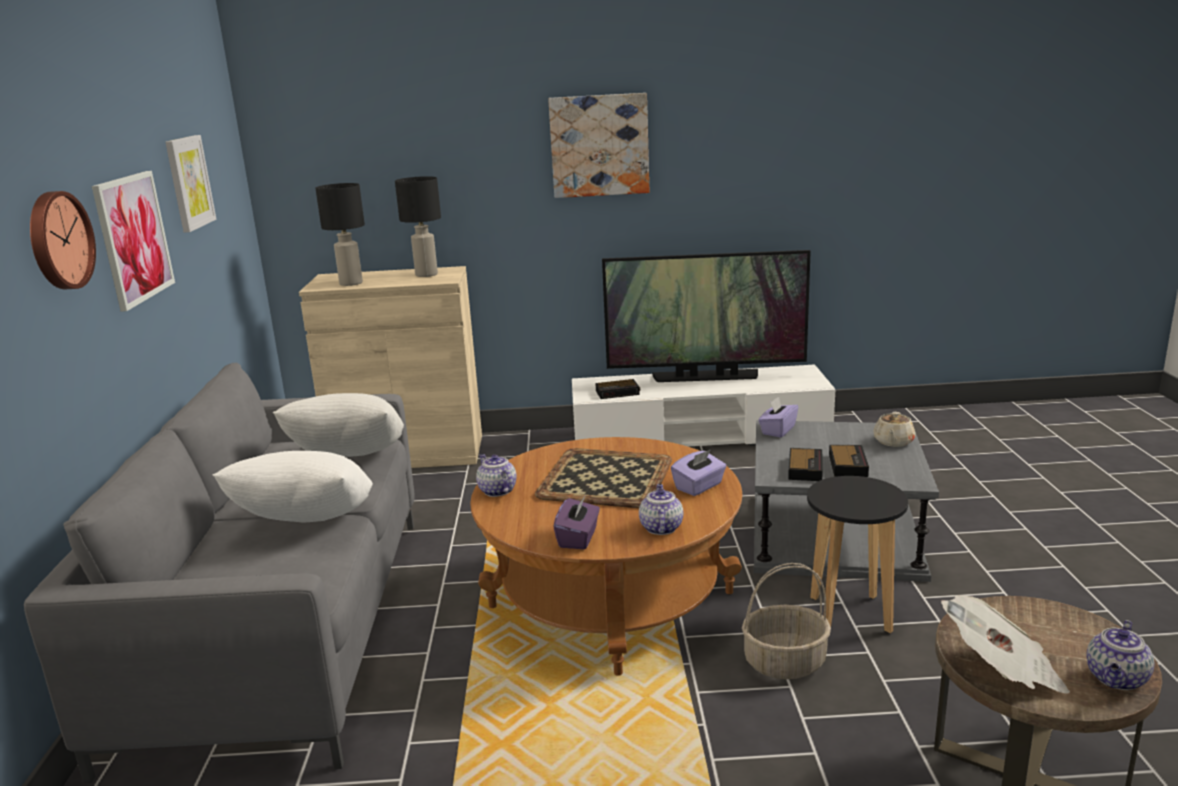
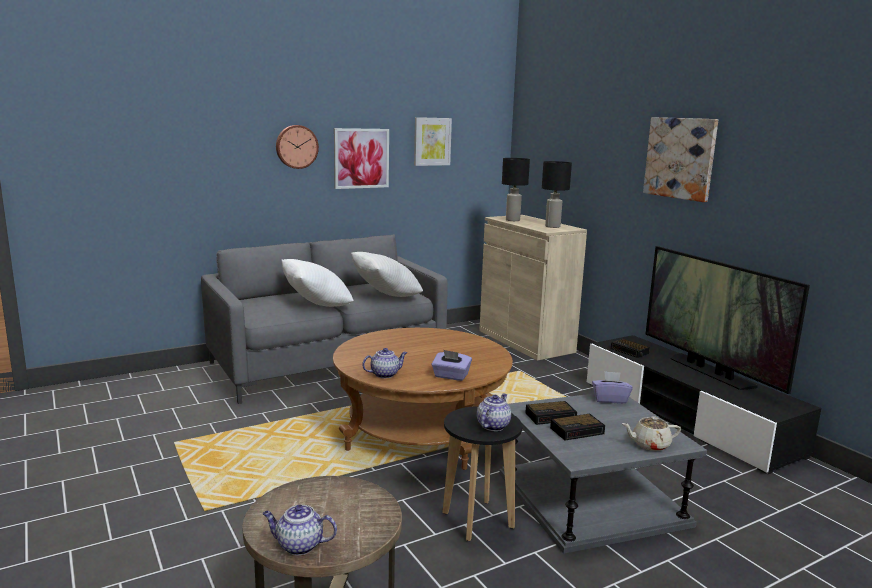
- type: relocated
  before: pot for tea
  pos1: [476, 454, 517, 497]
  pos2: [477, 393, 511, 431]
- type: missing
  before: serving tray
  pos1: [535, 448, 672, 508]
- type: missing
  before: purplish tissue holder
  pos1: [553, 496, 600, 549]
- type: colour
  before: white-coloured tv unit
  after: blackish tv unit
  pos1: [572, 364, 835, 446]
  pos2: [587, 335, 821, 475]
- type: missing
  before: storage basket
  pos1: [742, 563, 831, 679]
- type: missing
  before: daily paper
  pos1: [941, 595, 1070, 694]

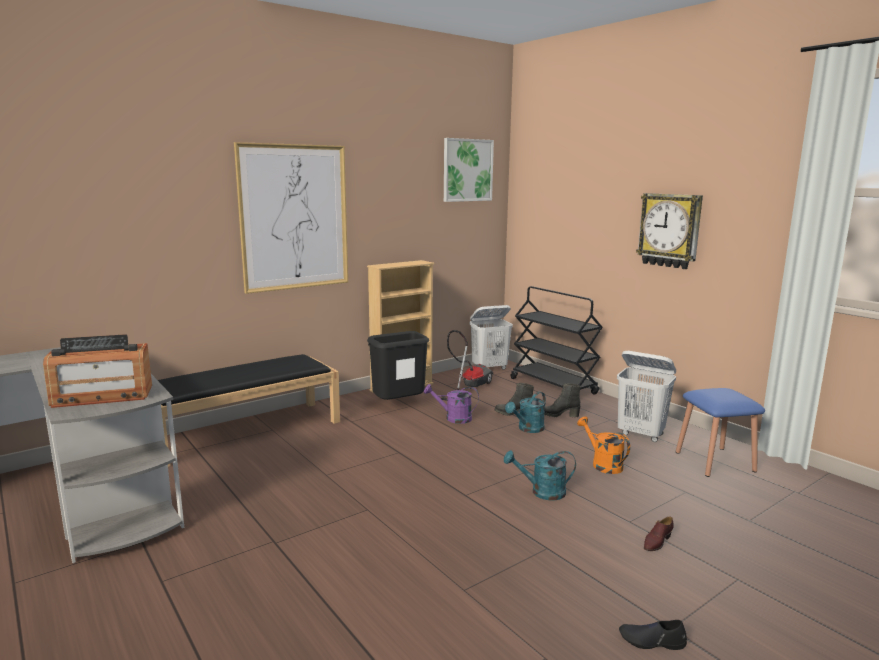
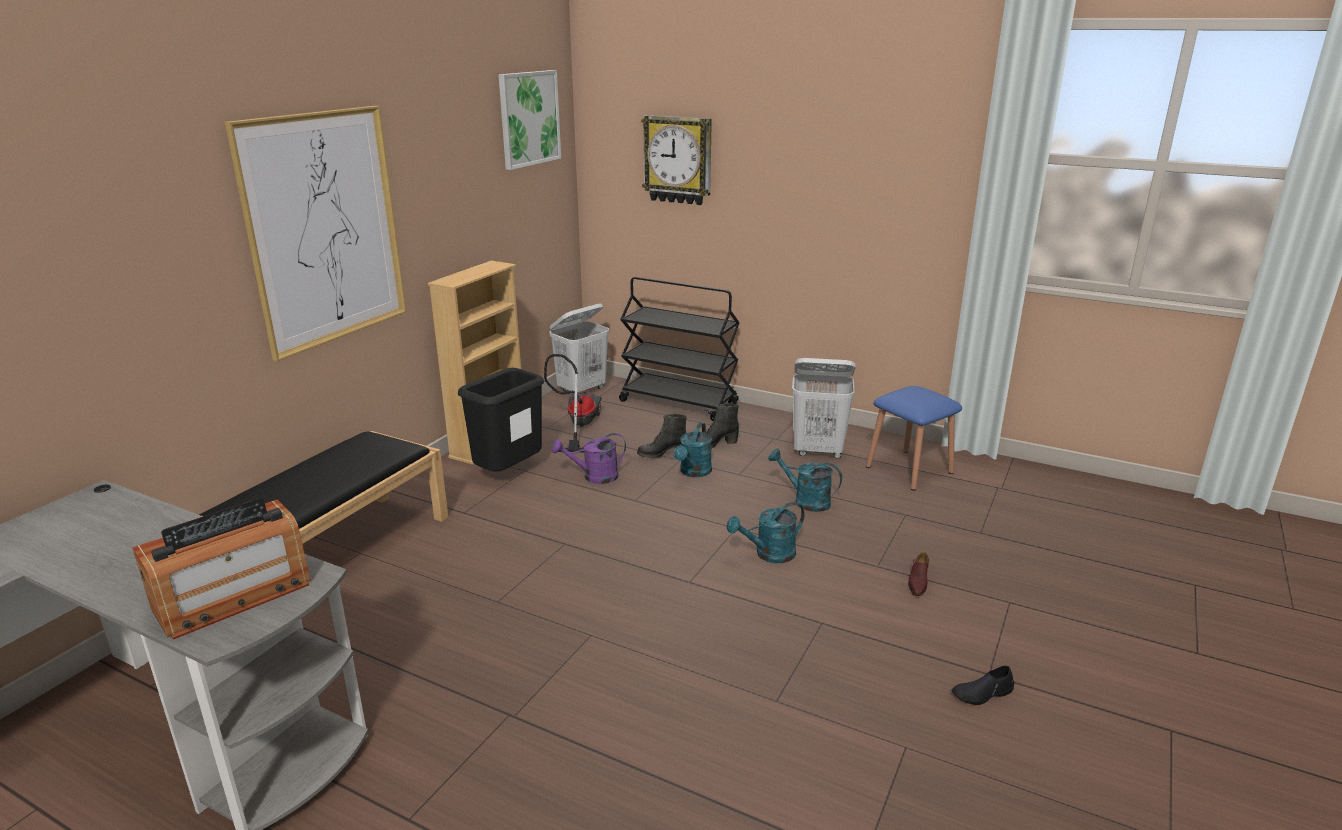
- type: colour
  before: orange watering can
  after: blue-green watering can
  pos1: [577, 416, 630, 474]
  pos2: [768, 449, 842, 512]
- type: relocated
  before: hanging clock
  pos1: [636, 193, 703, 269]
  pos2: [641, 115, 712, 205]

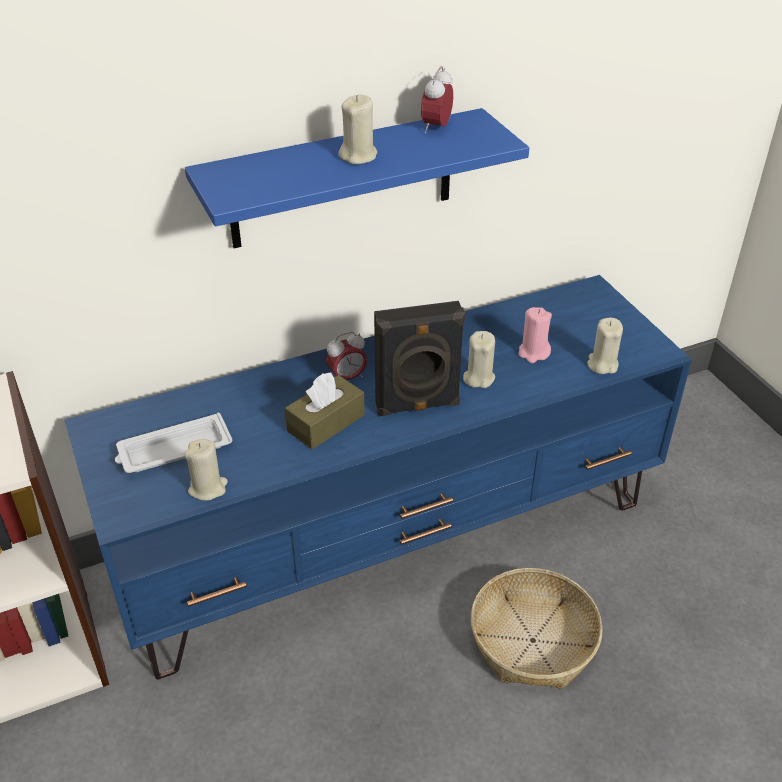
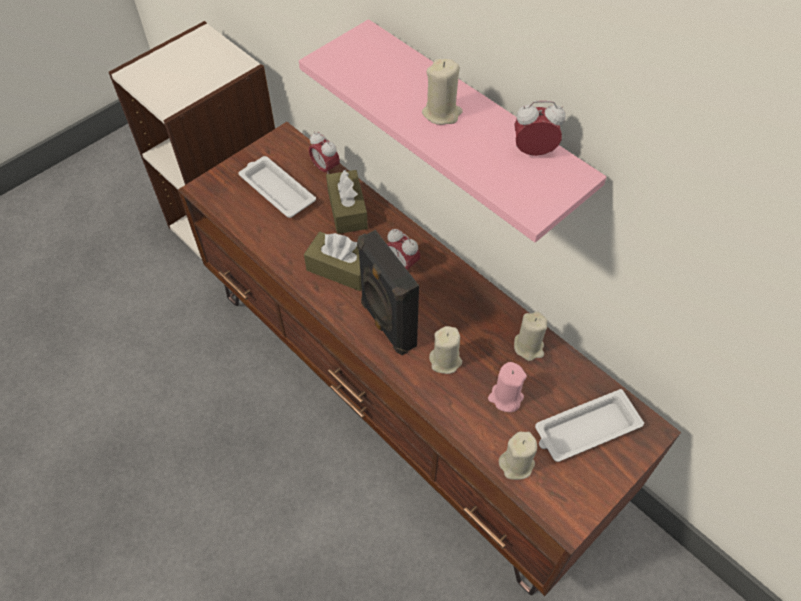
- type: colour
  before: blue-coloured tv unit
  after: brownish tv unit
  pos1: [64, 275, 692, 680]
  pos2: [178, 122, 681, 596]
- type: relocated
  before: sand-coloured candle
  pos1: [184, 439, 228, 501]
  pos2: [514, 311, 547, 361]
- type: colour
  before: blue-coloured wall shelf
  after: pinkish wall shelf
  pos1: [185, 108, 529, 248]
  pos2: [299, 19, 607, 242]
- type: missing
  before: storage basket
  pos1: [471, 568, 603, 689]
- type: appeared
  after: alarm clock
  pos2: [309, 132, 340, 174]
- type: appeared
  after: brownish tissue holder
  pos2: [326, 170, 368, 234]
- type: appeared
  after: white-coloured serving tray
  pos2: [535, 389, 644, 462]

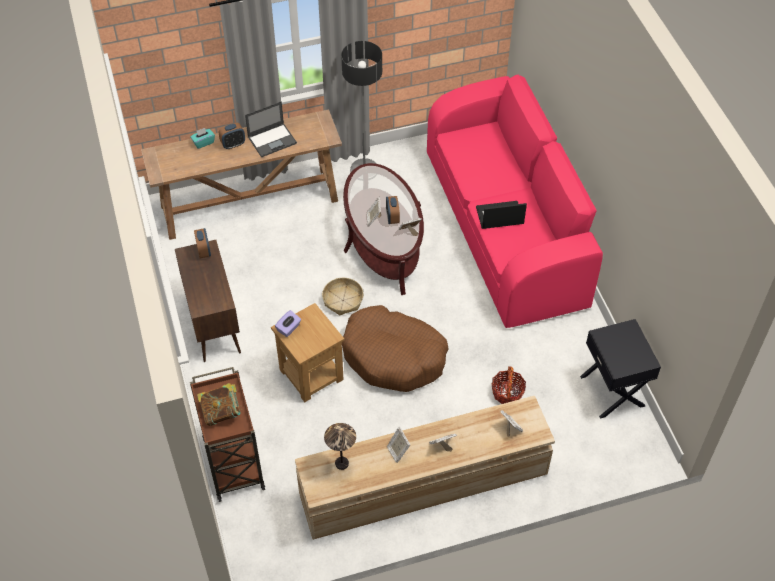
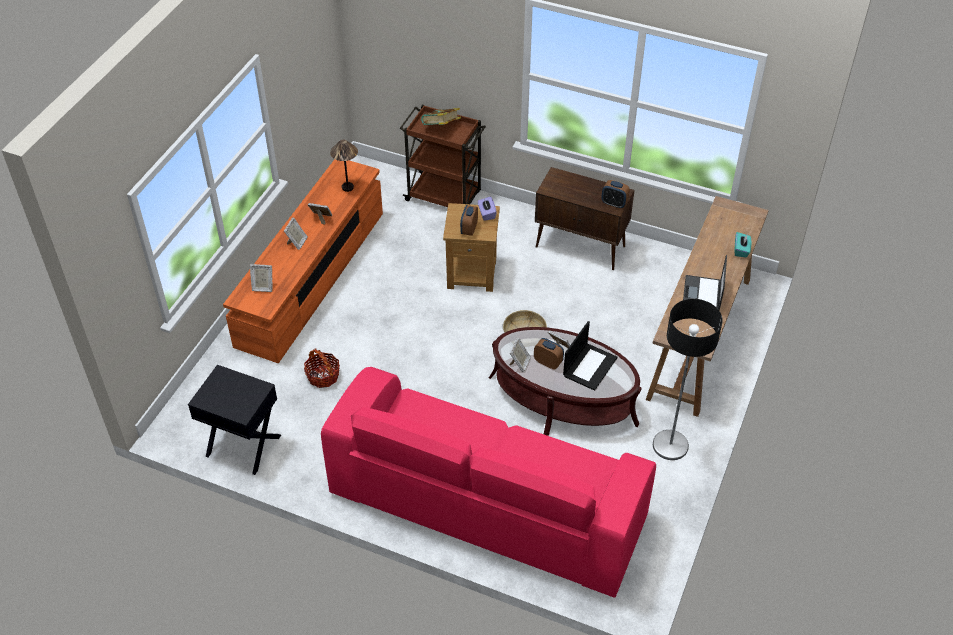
- type: relocated
  before: alarm clock
  pos1: [219, 123, 245, 149]
  pos2: [460, 205, 478, 236]
- type: colour
  before: sand-coloured tv unit
  after: orange tv unit
  pos1: [295, 396, 555, 540]
  pos2: [223, 159, 383, 363]
- type: missing
  before: brownish dog bed
  pos1: [342, 305, 449, 392]
- type: relocated
  before: notebook computer
  pos1: [476, 201, 527, 229]
  pos2: [563, 321, 617, 391]

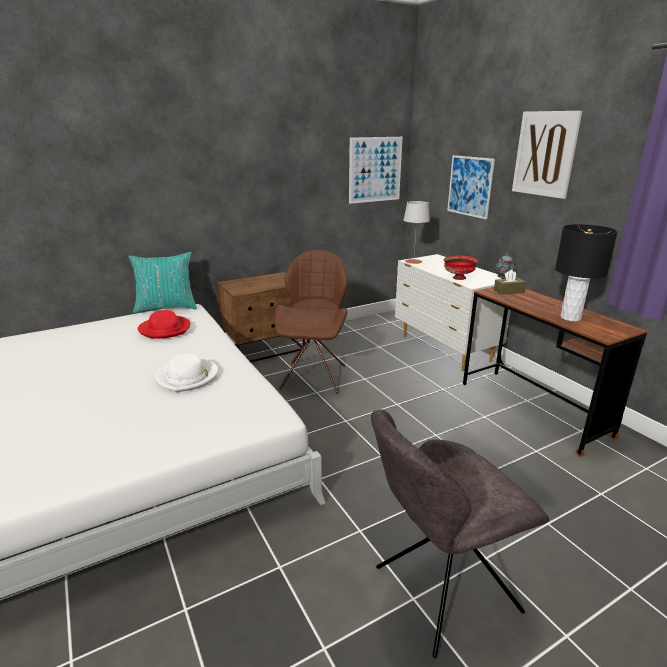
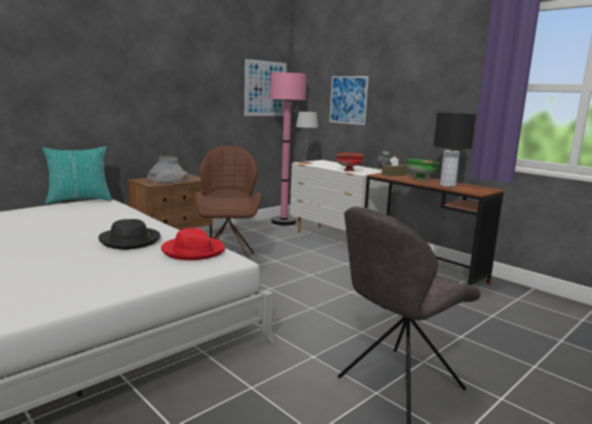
- type: relocated
  before: red wearable hat
  pos1: [138, 310, 190, 339]
  pos2: [161, 228, 225, 260]
- type: colour
  before: white-coloured wearable hat
  after: blackish wearable hat
  pos1: [155, 354, 218, 392]
  pos2: [98, 219, 160, 250]
- type: missing
  before: wall art
  pos1: [512, 111, 582, 199]
- type: appeared
  after: gray decorative vase
  pos2: [147, 156, 188, 183]
- type: appeared
  after: pinkish standing lamp
  pos2: [270, 72, 307, 225]
- type: appeared
  after: green-coloured serving bowl
  pos2: [407, 159, 439, 180]

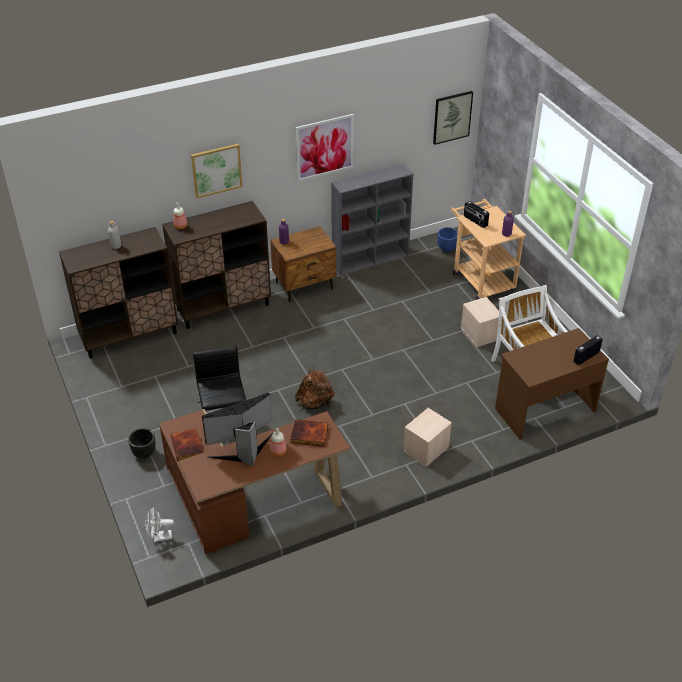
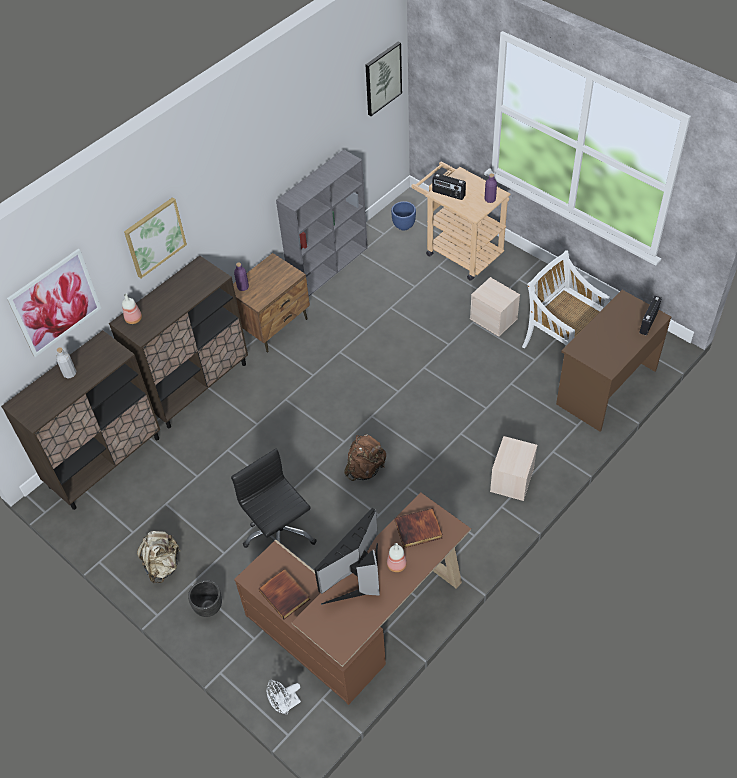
- type: relocated
  before: wall art
  pos1: [296, 114, 354, 182]
  pos2: [7, 249, 101, 357]
- type: appeared
  after: sand-coloured rucksack
  pos2: [137, 531, 181, 583]

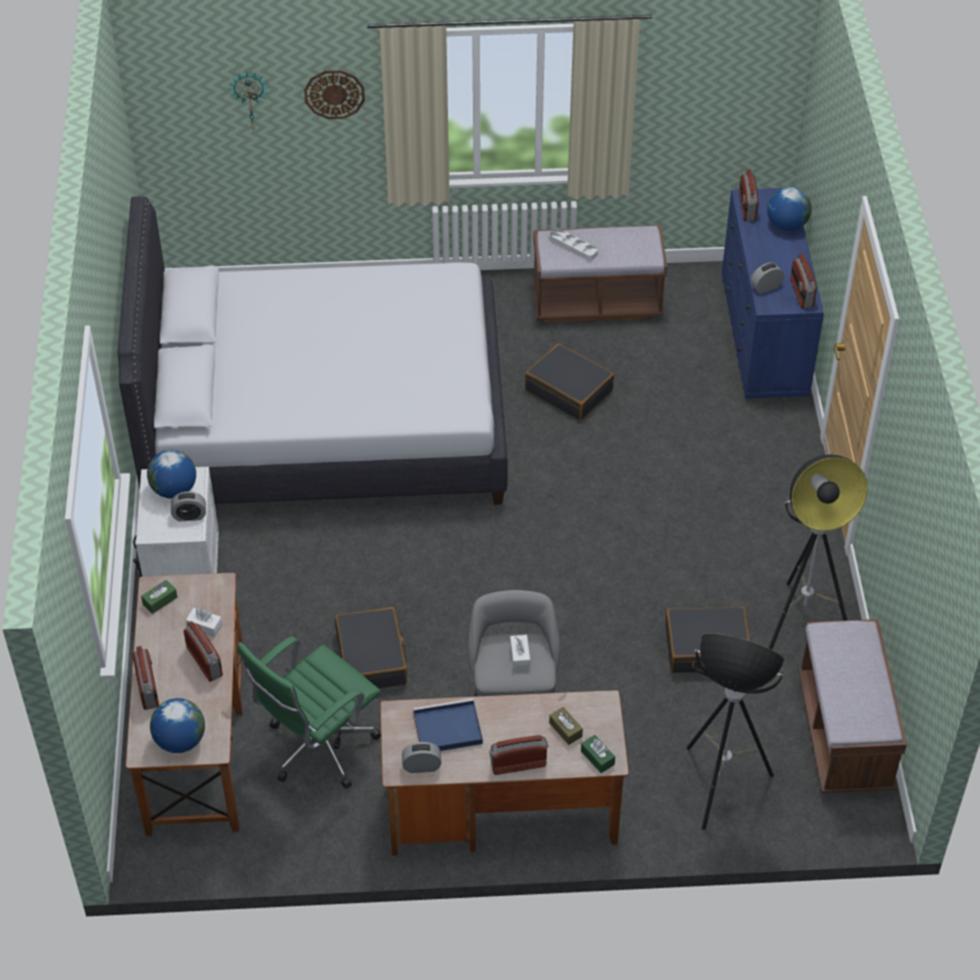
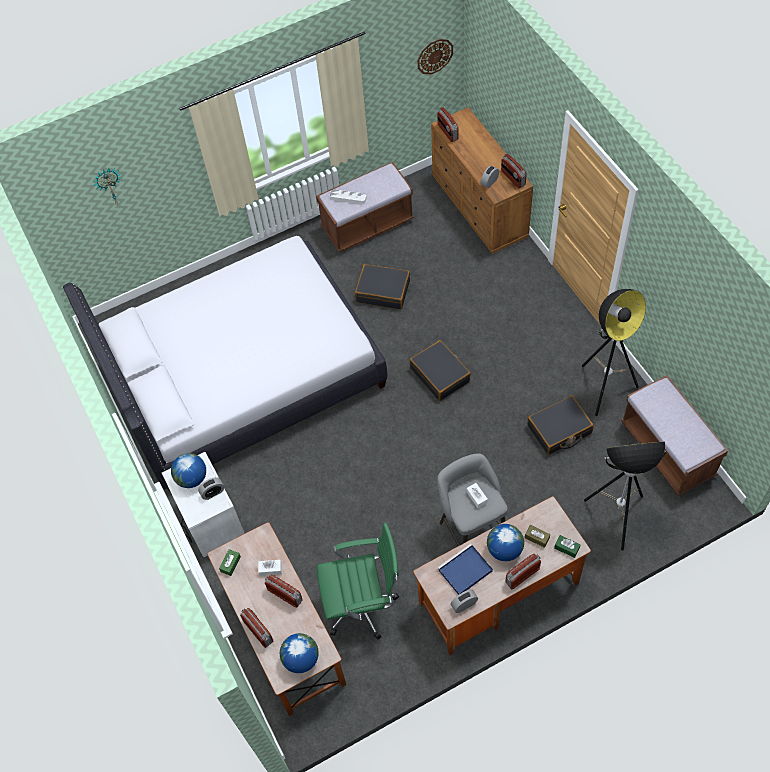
- type: spun
  before: green-coloured desk chair
  pos1: [237, 636, 381, 789]
  pos2: [317, 523, 399, 640]
  turn: -120
- type: relocated
  before: hanging clock
  pos1: [304, 70, 365, 119]
  pos2: [418, 39, 453, 74]
- type: relocated
  before: blackish travel case
  pos1: [335, 607, 407, 688]
  pos2: [410, 340, 471, 401]
- type: colour
  before: blue-coloured dresser
  after: brownish dresser
  pos1: [722, 188, 824, 399]
  pos2: [431, 107, 533, 254]
- type: relocated
  before: world globe
  pos1: [767, 187, 812, 231]
  pos2: [487, 524, 524, 561]

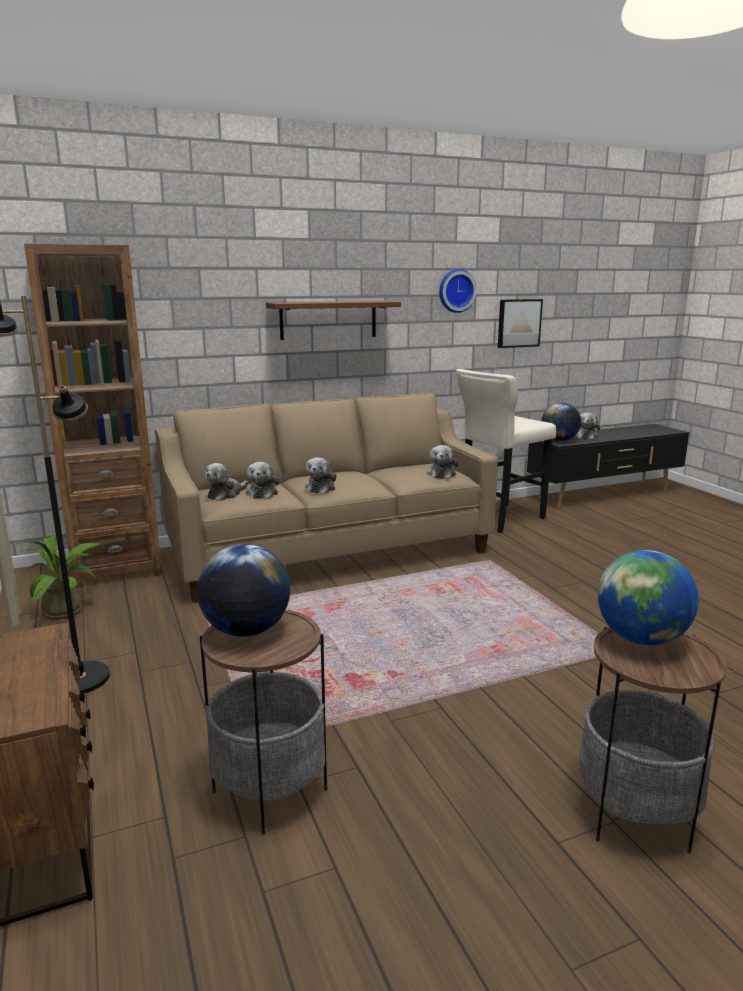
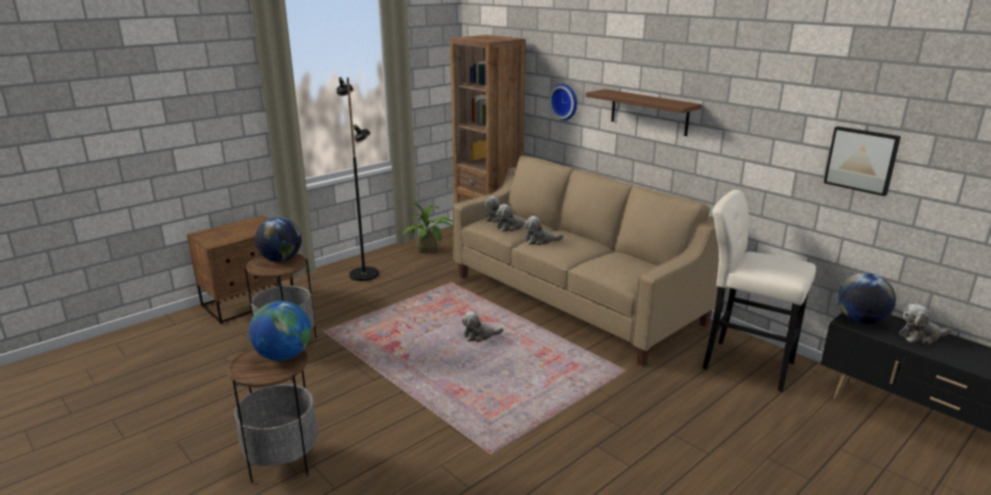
- type: relocated
  before: cuddly toy
  pos1: [426, 445, 458, 479]
  pos2: [462, 311, 504, 342]
- type: relocated
  before: hanging clock
  pos1: [439, 269, 477, 313]
  pos2: [549, 84, 577, 120]

